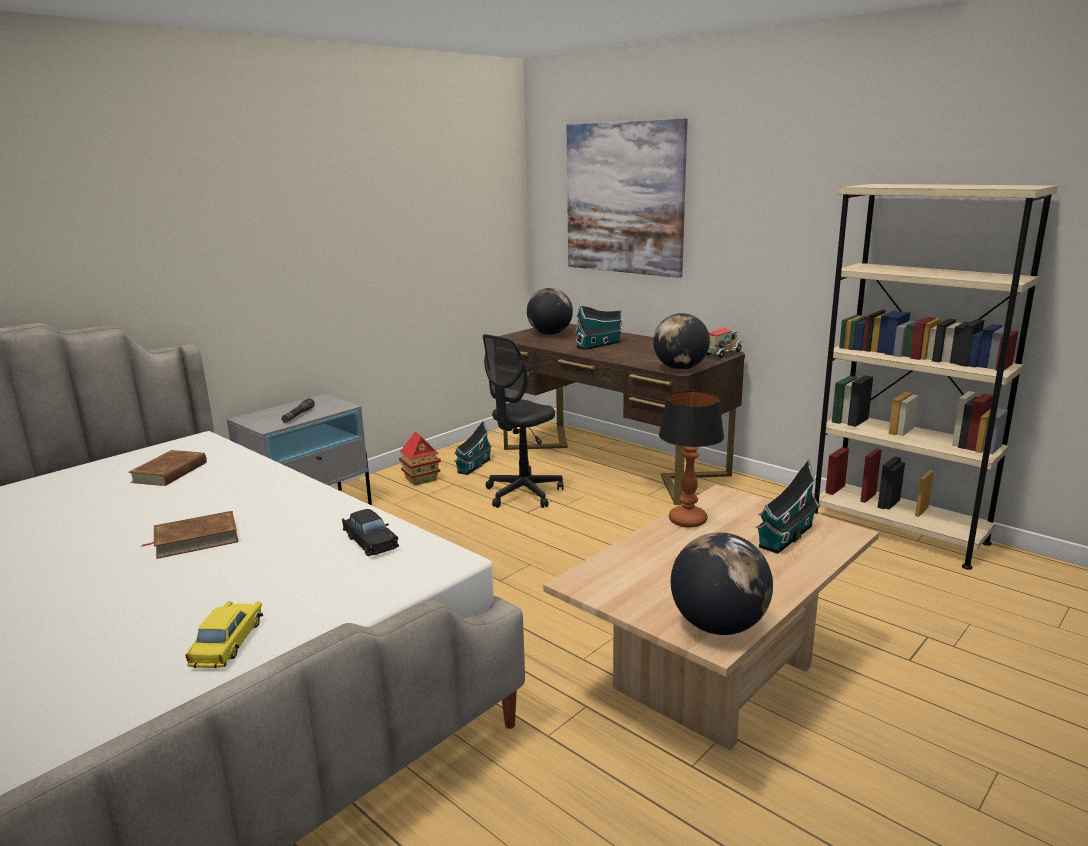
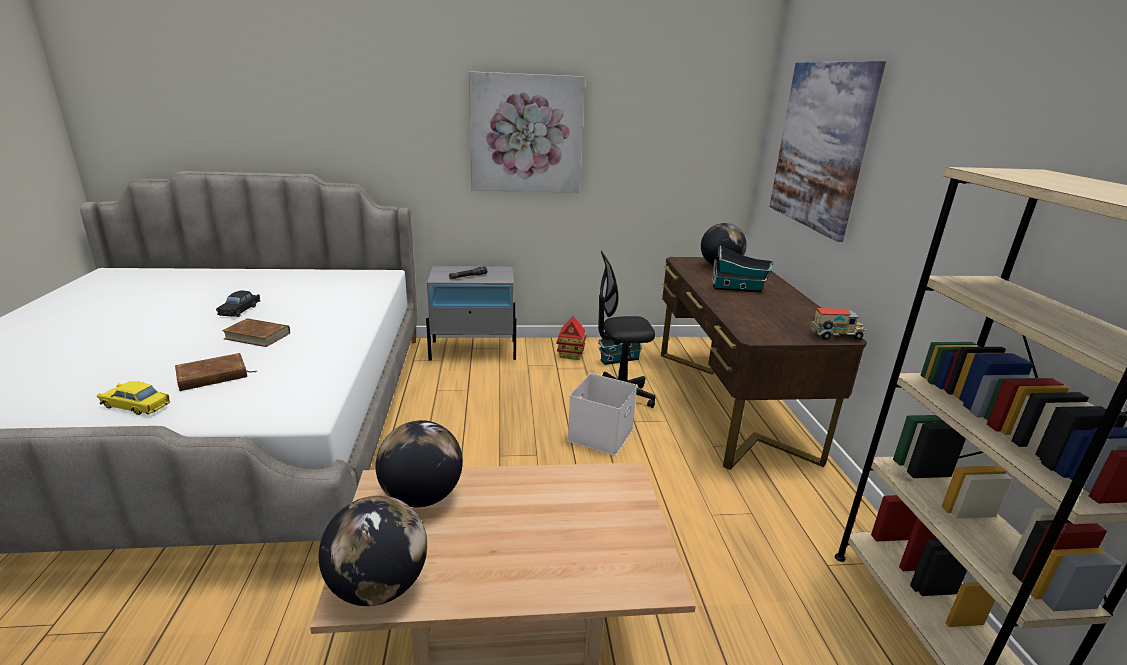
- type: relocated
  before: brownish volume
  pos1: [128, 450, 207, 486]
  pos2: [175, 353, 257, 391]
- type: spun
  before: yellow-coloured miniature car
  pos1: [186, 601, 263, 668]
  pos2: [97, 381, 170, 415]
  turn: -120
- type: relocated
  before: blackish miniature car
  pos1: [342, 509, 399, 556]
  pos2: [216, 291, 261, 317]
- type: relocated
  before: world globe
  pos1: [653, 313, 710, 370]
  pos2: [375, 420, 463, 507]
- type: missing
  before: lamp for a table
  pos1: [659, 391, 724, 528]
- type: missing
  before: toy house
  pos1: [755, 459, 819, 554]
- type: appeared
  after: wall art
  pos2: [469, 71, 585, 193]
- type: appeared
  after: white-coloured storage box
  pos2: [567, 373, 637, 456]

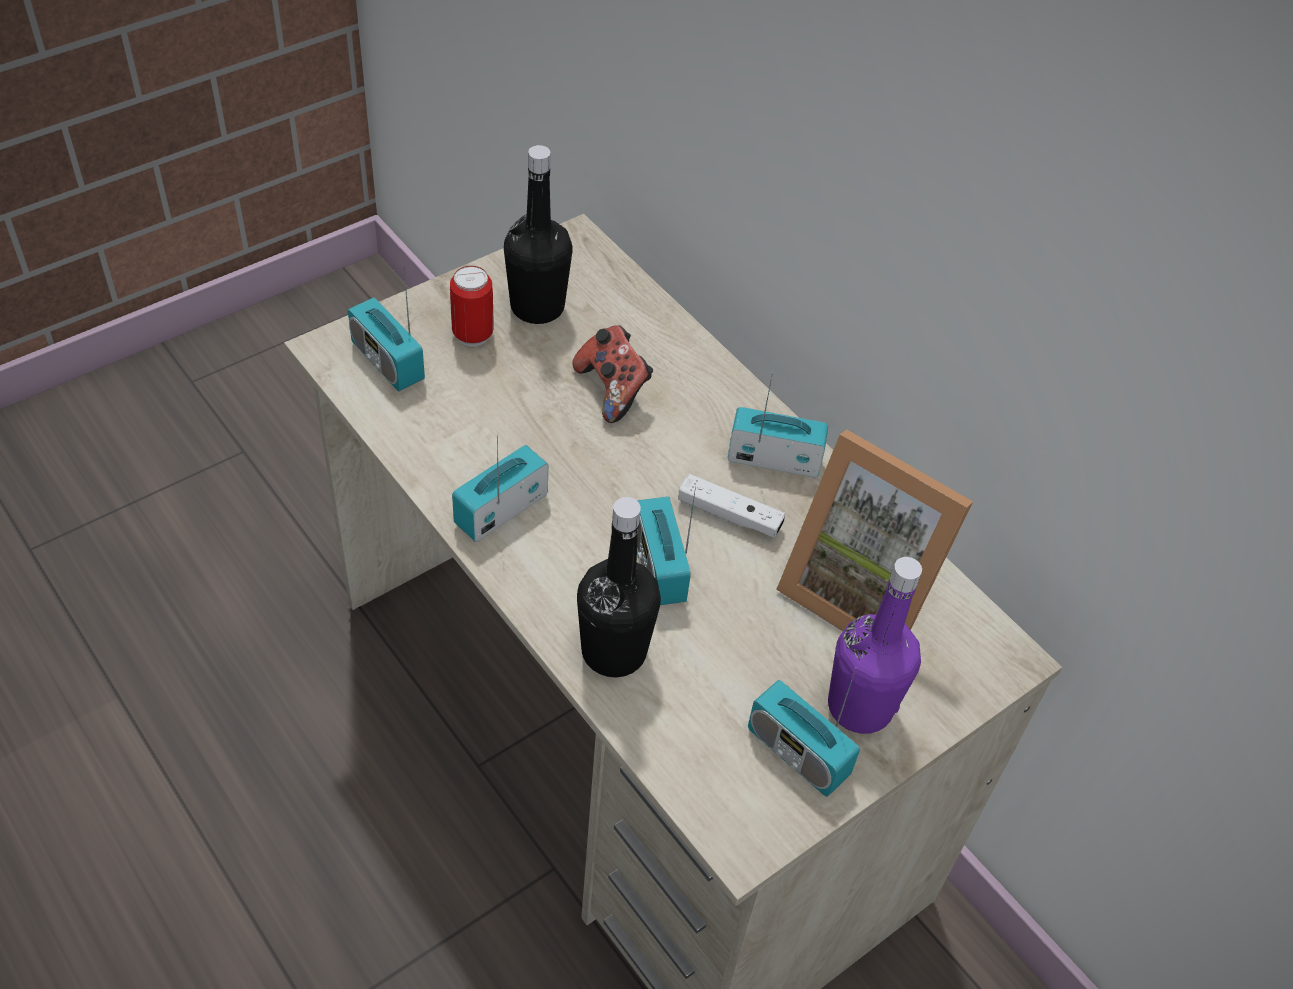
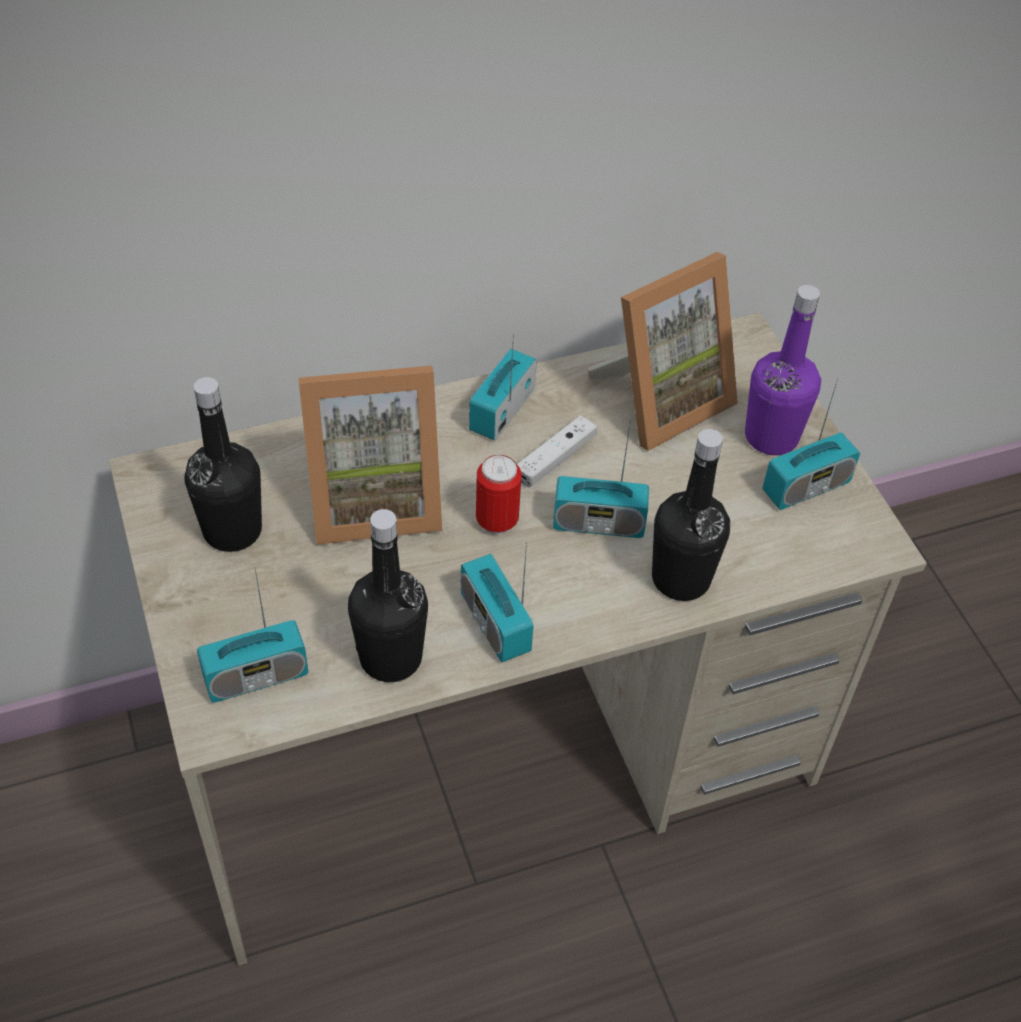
- type: relocated
  before: metal can
  pos1: [450, 266, 494, 346]
  pos2: [476, 455, 522, 534]
- type: exchanged
  before: joypad
  after: picture frame
  pos1: [572, 325, 653, 423]
  pos2: [298, 365, 442, 545]
- type: appeared
  after: blackish drink bottle
  pos2: [348, 509, 428, 682]

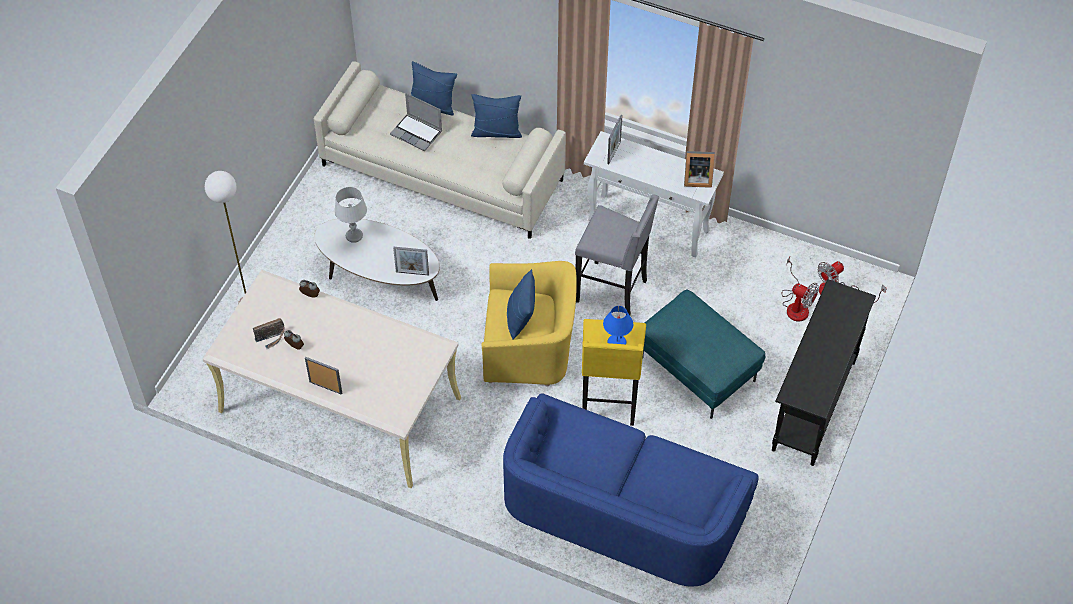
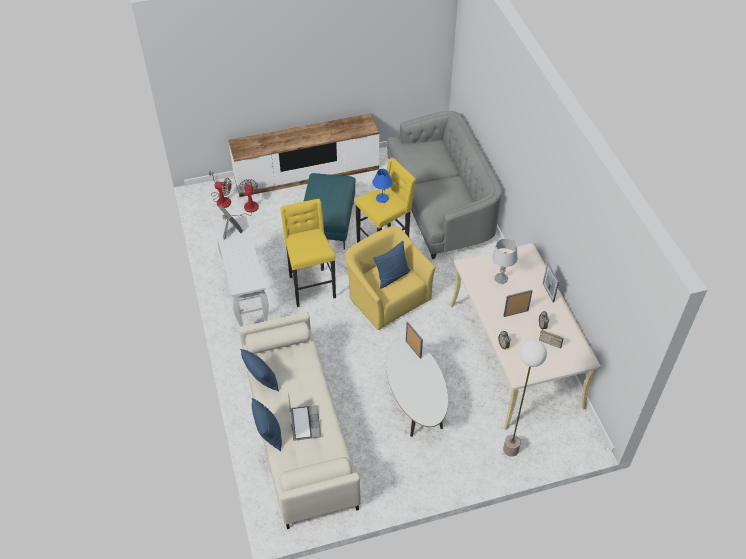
- type: relocated
  before: gray lamp for a table
  pos1: [334, 187, 367, 243]
  pos2: [492, 238, 518, 284]
- type: colour
  before: blue-coloured sofa
  after: gray sofa
  pos1: [503, 393, 759, 586]
  pos2: [386, 111, 502, 259]
- type: colour
  before: gray stool
  after: yellow-coloured stool
  pos1: [575, 195, 659, 315]
  pos2: [280, 199, 336, 307]
- type: relocated
  before: picture frame
  pos1: [607, 115, 623, 164]
  pos2: [503, 290, 533, 317]
- type: exchanged
  before: blackish hall table
  after: tv unit
  pos1: [772, 279, 876, 466]
  pos2: [228, 113, 380, 197]

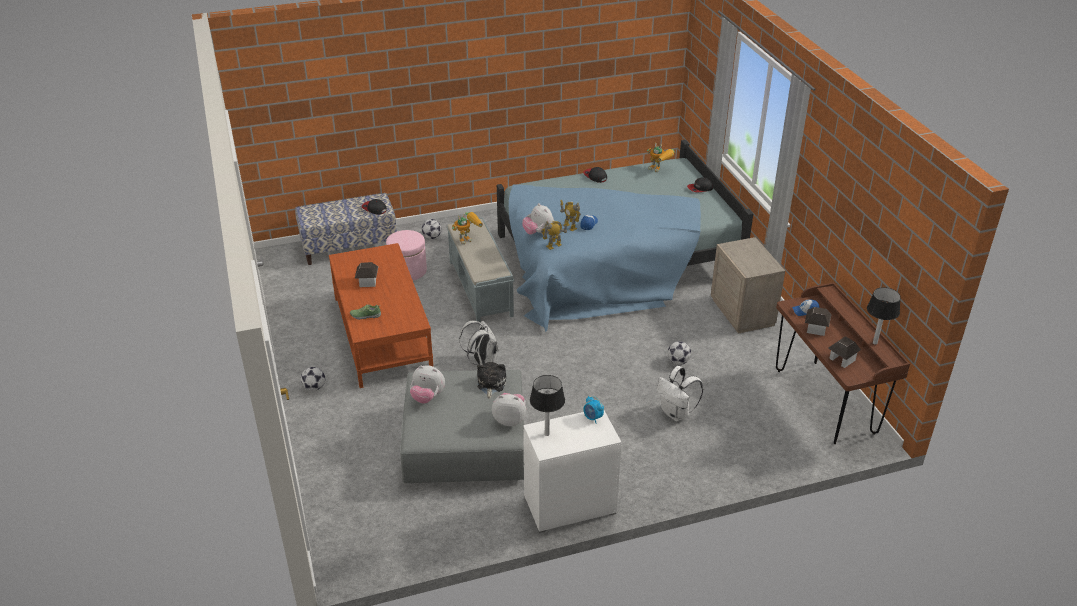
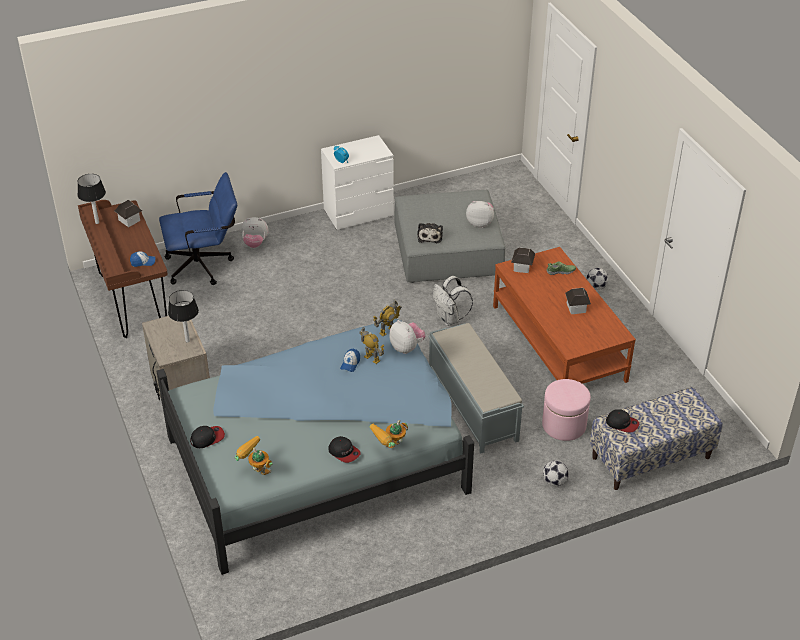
- type: relocated
  before: robot figure
  pos1: [452, 212, 483, 245]
  pos2: [370, 420, 408, 448]
- type: relocated
  before: cuddly toy
  pos1: [492, 393, 526, 426]
  pos2: [241, 217, 268, 248]
- type: relocated
  before: lamp for a table
  pos1: [530, 375, 565, 436]
  pos2: [168, 290, 199, 342]
- type: missing
  before: white-coloured rucksack
  pos1: [657, 366, 703, 421]
- type: missing
  before: ball for football
  pos1: [668, 341, 691, 365]
- type: relocated
  before: toy house
  pos1: [805, 307, 832, 336]
  pos2: [511, 247, 536, 273]
- type: appeared
  after: blue-coloured desk chair
  pos2: [159, 172, 237, 285]

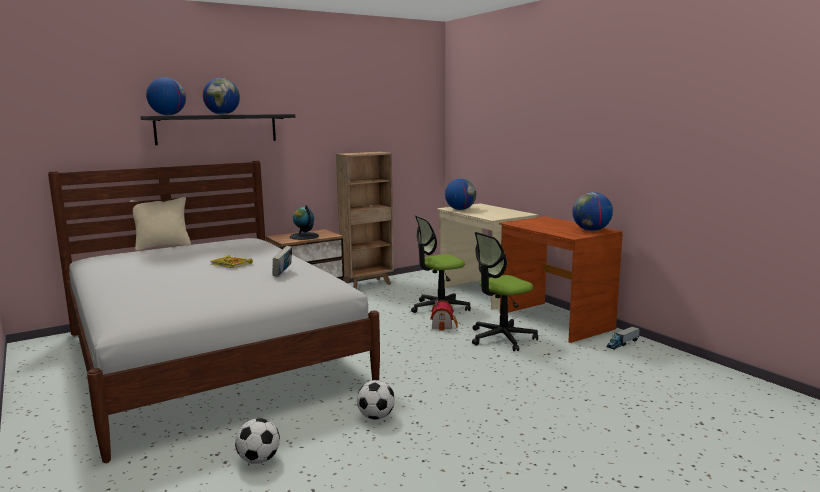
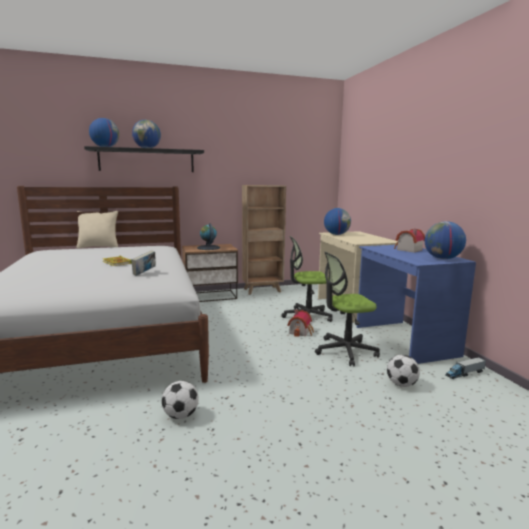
- type: relocated
  before: ball for football
  pos1: [235, 418, 280, 464]
  pos2: [387, 355, 420, 387]
- type: colour
  before: brownish desk unit
  after: blue-coloured desk unit
  pos1: [499, 216, 623, 343]
  pos2: [356, 245, 476, 364]
- type: appeared
  after: toy house
  pos2: [394, 229, 425, 253]

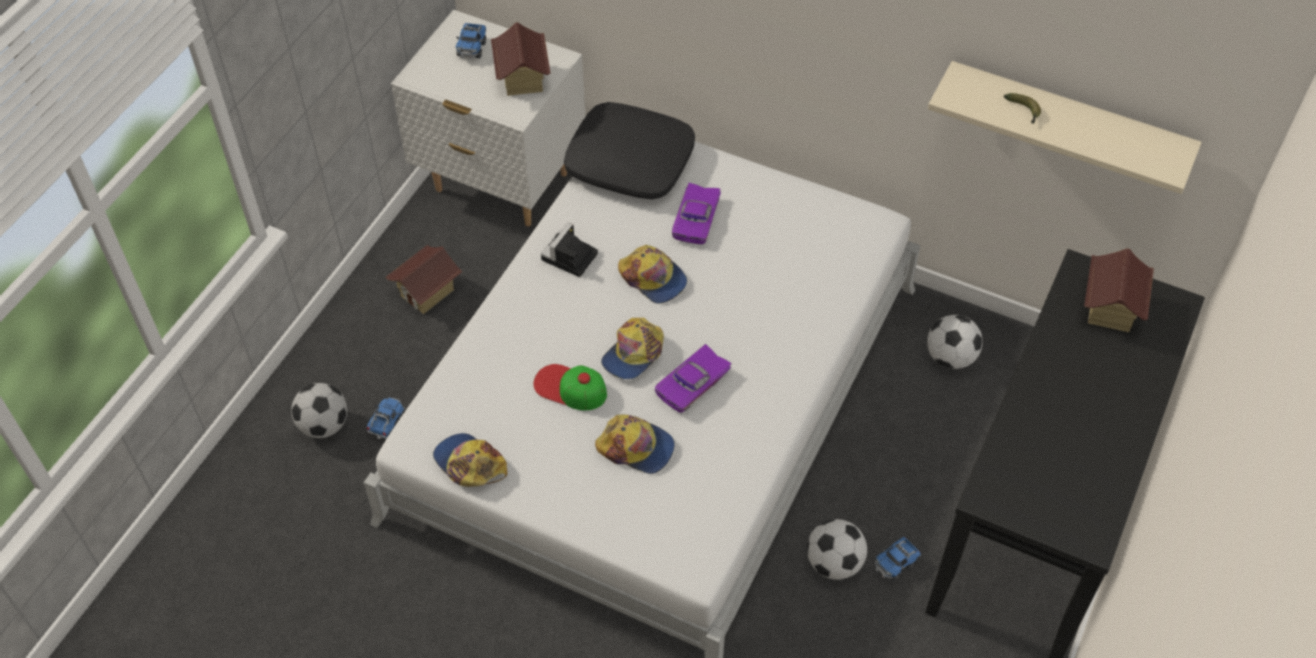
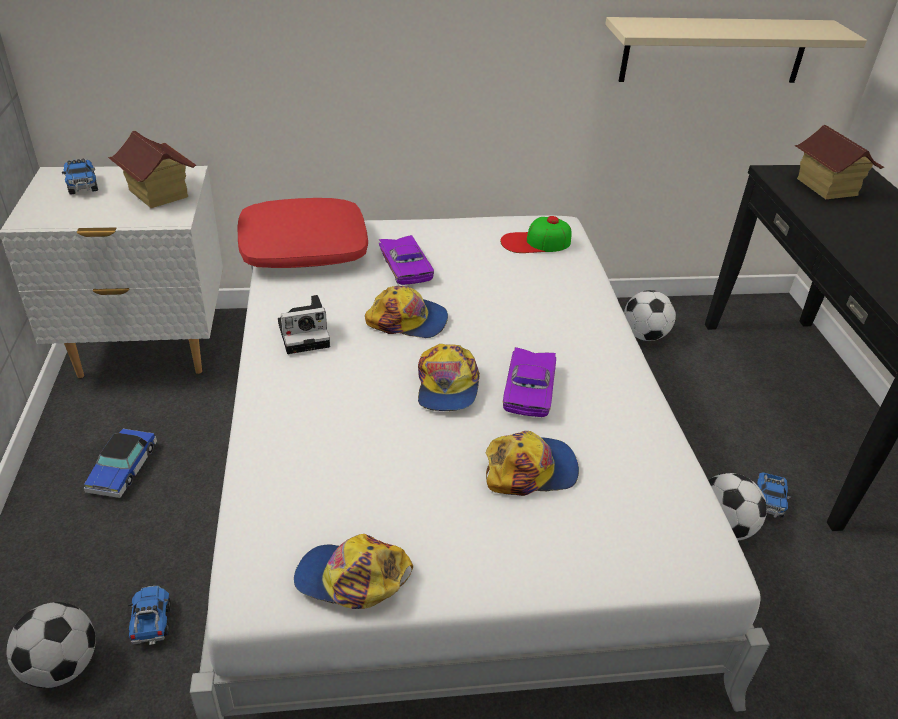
- type: exchanged
  before: toy house
  after: miniature car
  pos1: [385, 245, 463, 314]
  pos2: [84, 429, 157, 498]
- type: relocated
  before: peaked cap
  pos1: [533, 364, 607, 410]
  pos2: [500, 216, 572, 253]
- type: spun
  before: photo camera
  pos1: [541, 223, 598, 277]
  pos2: [278, 295, 330, 354]
  turn: -105
- type: colour
  before: blackish pillow
  after: red pillow
  pos1: [564, 102, 695, 199]
  pos2: [238, 198, 368, 268]
- type: missing
  before: banana
  pos1: [1004, 93, 1041, 124]

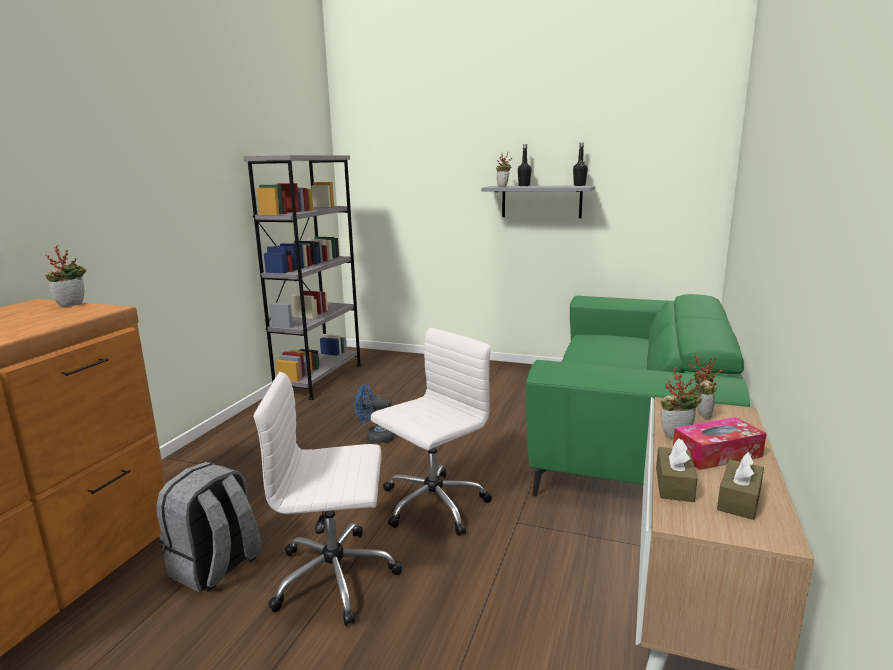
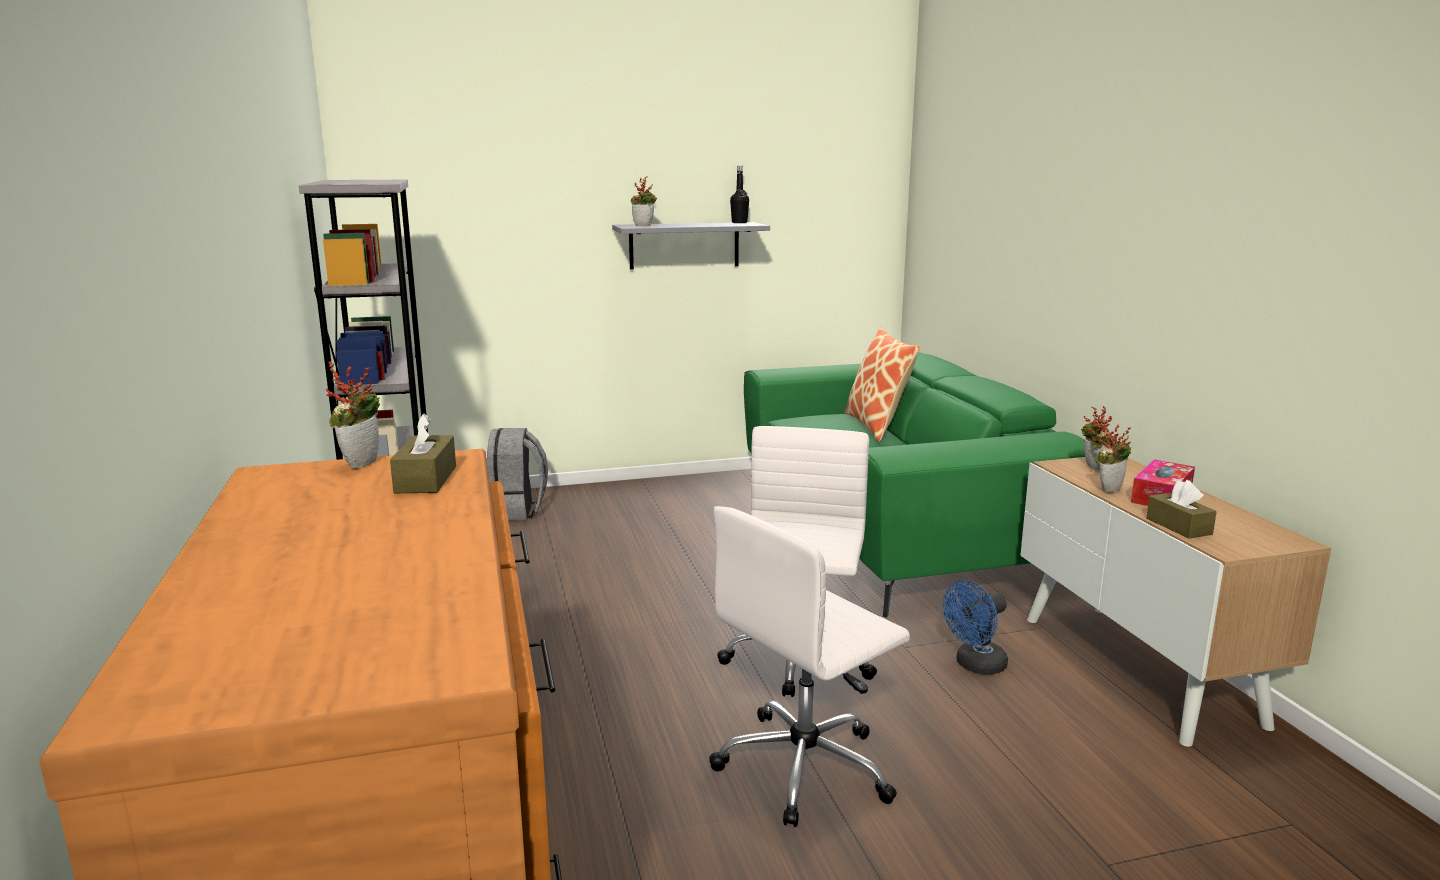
- type: relocated
  before: gray rucksack
  pos1: [156, 462, 262, 593]
  pos2: [487, 428, 548, 521]
- type: relocated
  before: blue-coloured electric fan
  pos1: [355, 384, 395, 444]
  pos2: [943, 580, 1008, 675]
- type: missing
  before: blackish drink bottle
  pos1: [518, 144, 532, 186]
- type: relocated
  before: brownish tissue holder
  pos1: [717, 452, 764, 520]
  pos2: [390, 414, 456, 493]
- type: appeared
  after: pillow
  pos2: [845, 327, 920, 441]

